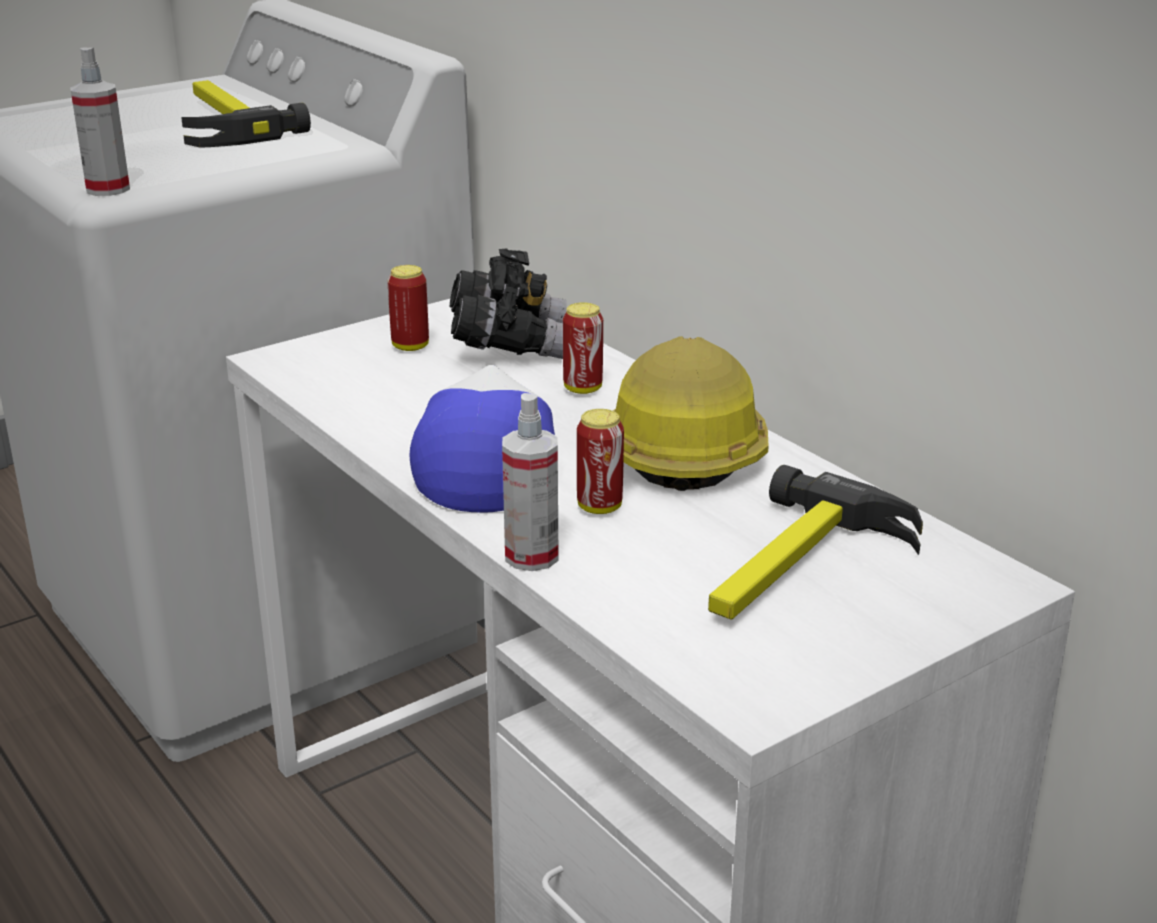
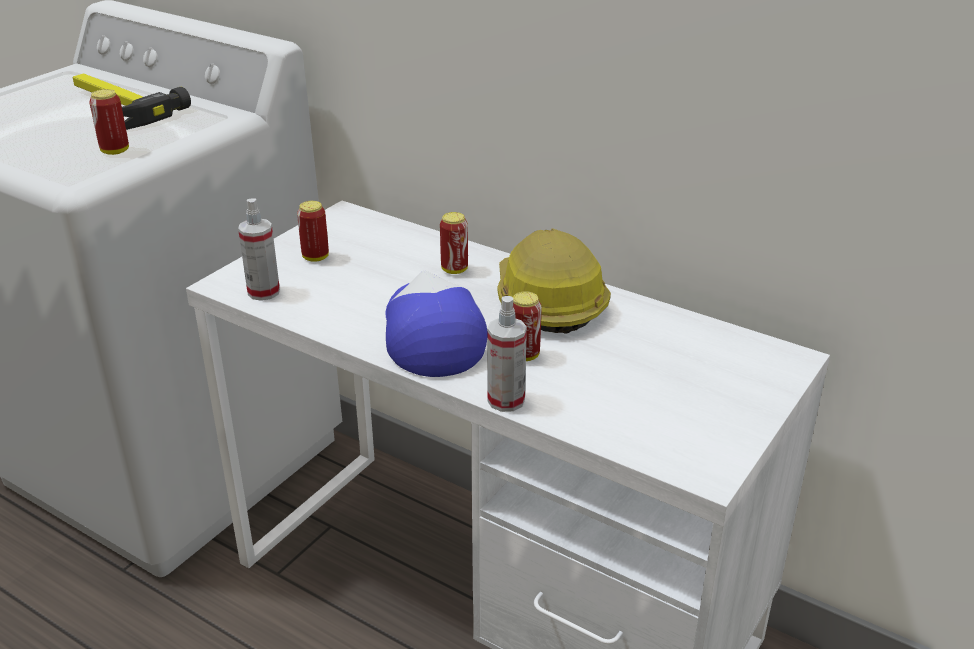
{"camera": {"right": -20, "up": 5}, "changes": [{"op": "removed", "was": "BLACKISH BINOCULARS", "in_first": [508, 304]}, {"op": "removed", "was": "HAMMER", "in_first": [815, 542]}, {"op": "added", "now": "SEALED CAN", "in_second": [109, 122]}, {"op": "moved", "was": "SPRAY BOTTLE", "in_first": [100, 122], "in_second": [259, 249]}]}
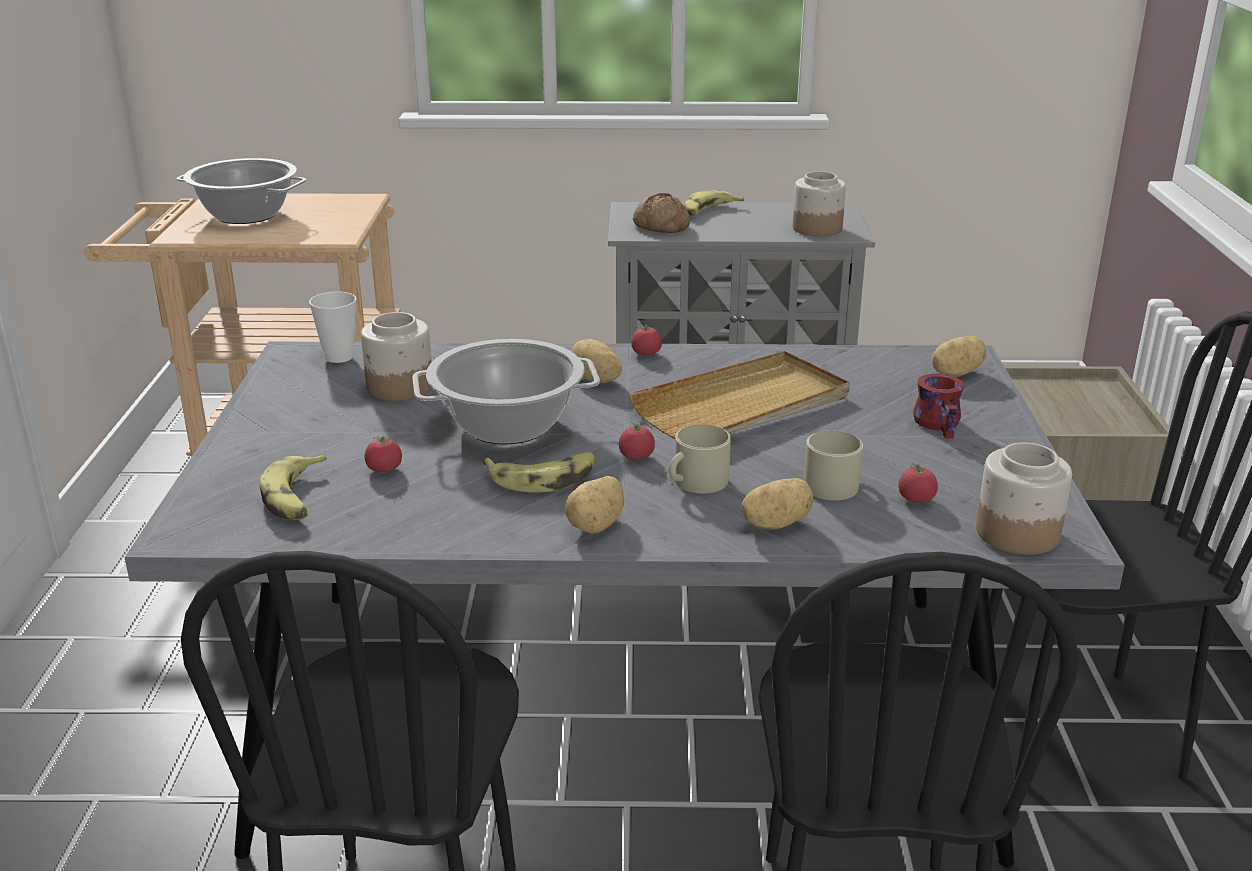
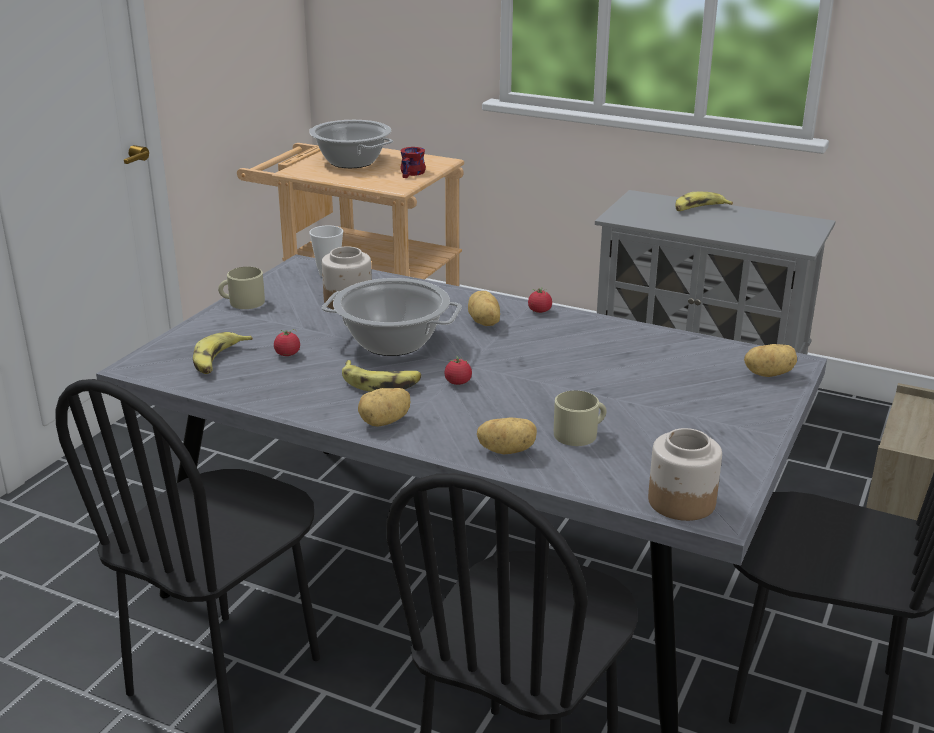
{"camera": {"right": 25, "up": 0}, "changes": [{"op": "removed", "was": "SAND-COLOURED SERVING TRAY", "in_first": [739, 395]}, {"op": "removed", "was": "BREAD", "in_first": [661, 213]}, {"op": "removed", "was": "JAR", "in_first": [819, 204]}, {"op": "removed", "was": "FRESH TOMATO", "in_first": [918, 482]}, {"op": "moved", "was": "SAND-COLOURED TEA MUG", "in_first": [700, 458], "in_second": [241, 288]}, {"op": "moved", "was": "RED-COLOURED TEA MUG", "in_first": [938, 406], "in_second": [413, 162]}]}
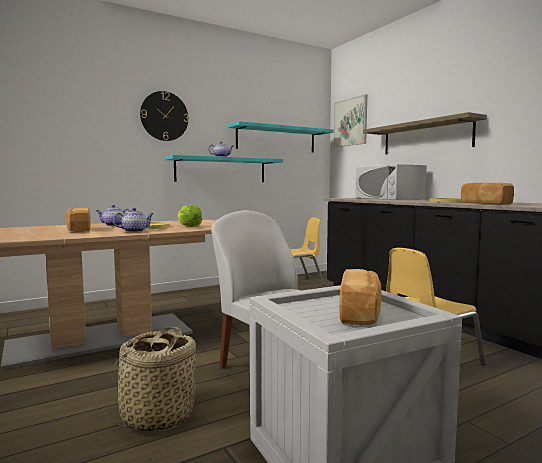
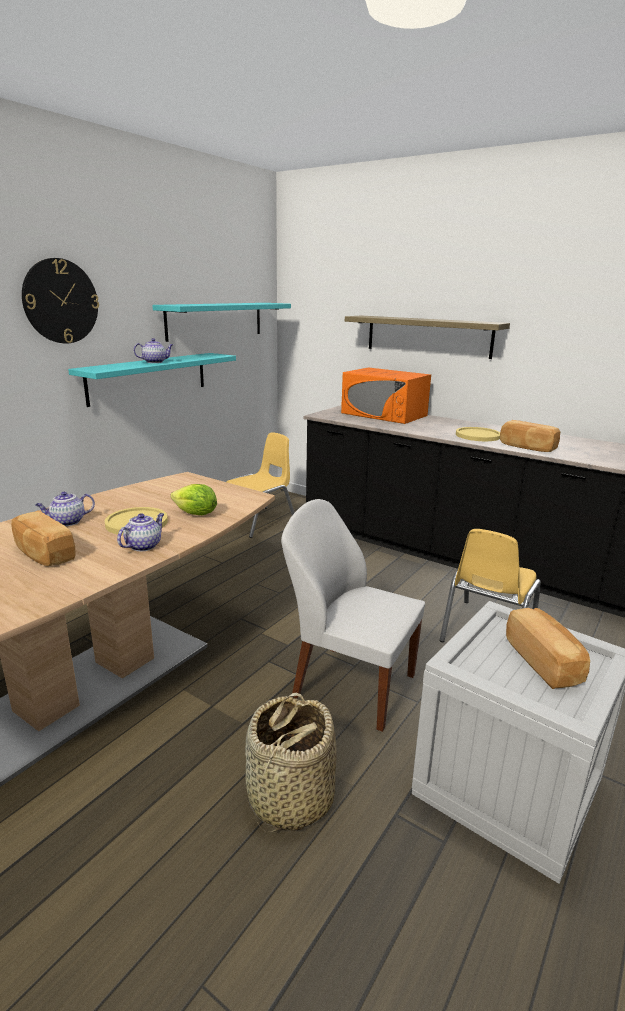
{"camera": {"right": -25, "up": 15}, "changes": [{"op": "removed", "was": "WALL ART", "in_first": [350, 120]}, {"op": "recoloured", "was": "WHITISH MICROWAVE", "now": "ORANGE-COLOURED MICROWAVE", "in_first": [391, 182], "in_second": [386, 396]}]}
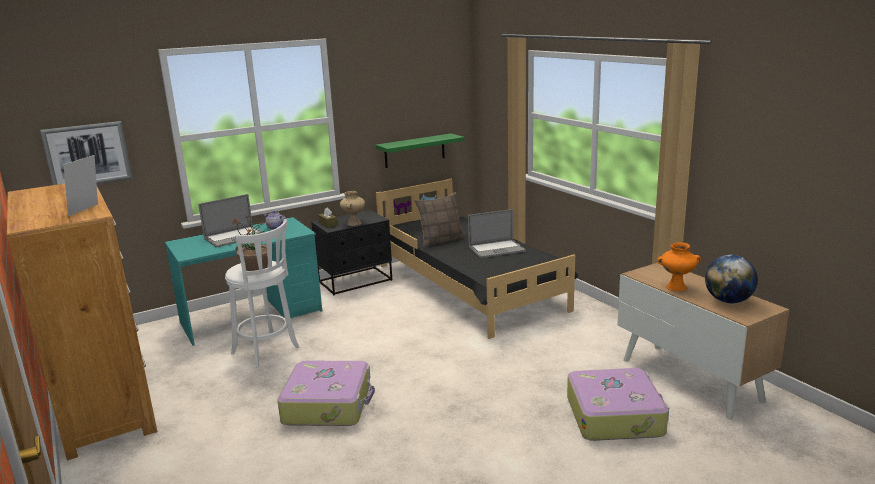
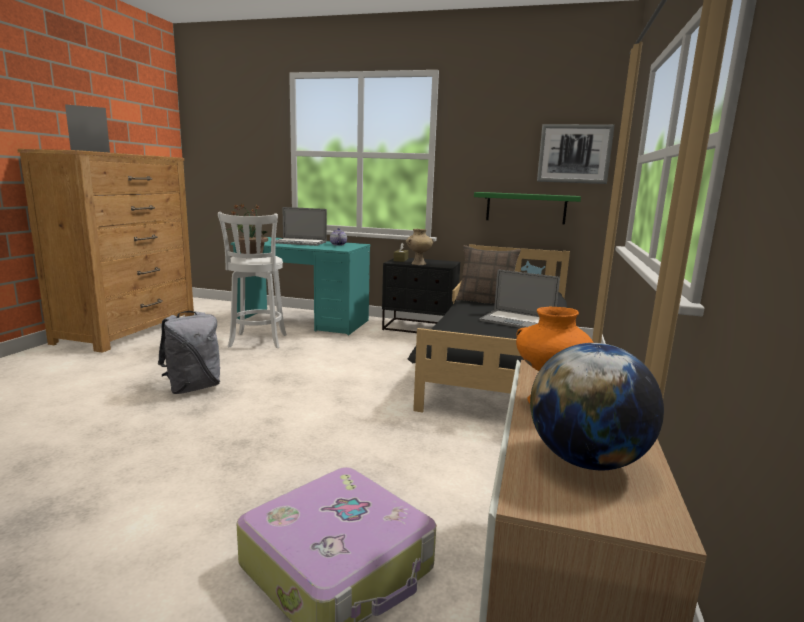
{"camera": {"right": 45, "up": -5}, "changes": [{"op": "moved", "was": "WALL ART", "in_first": [86, 153], "in_second": [576, 154]}, {"op": "replaced", "was": "TRAVEL CASE", "now": "GREY RUCKSACK", "in_first": [326, 393], "in_second": [189, 352]}]}
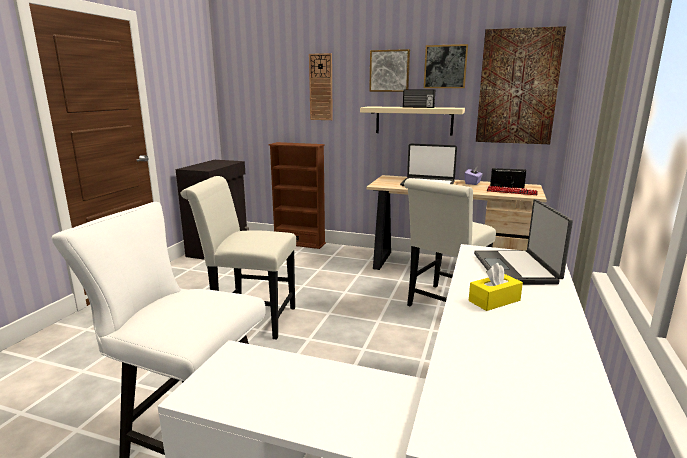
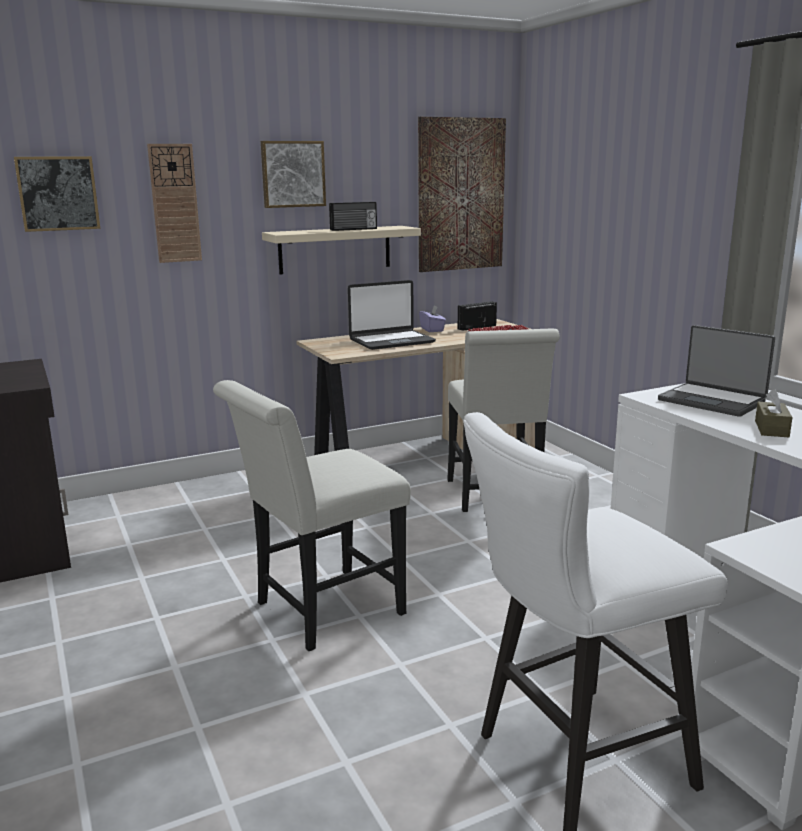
{"camera": {"right": -45, "up": 0}, "changes": [{"op": "removed", "was": "BROWN-COLOURED BOOKCASE", "in_first": [297, 195]}, {"op": "moved", "was": "WALL ART", "in_first": [446, 66], "in_second": [57, 194]}, {"op": "recoloured", "was": "YELLOWISH TISSUE BOX", "now": "BROWN-COLOURED TISSUE BOX", "in_first": [496, 287], "in_second": [774, 413]}]}
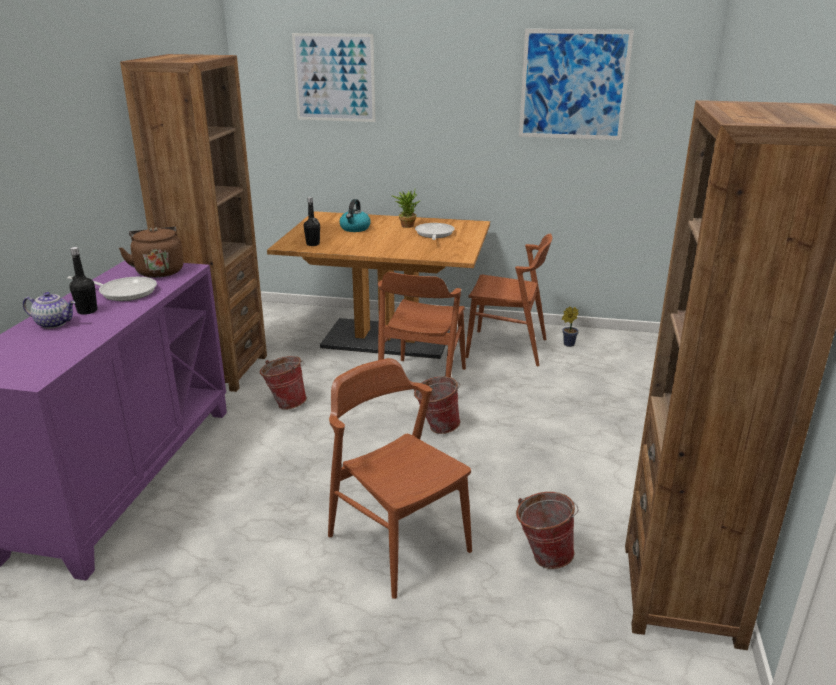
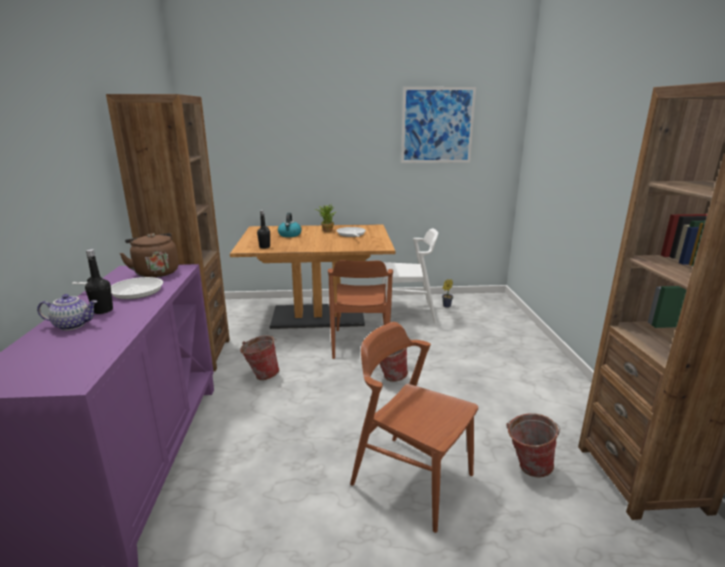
{"camera": {"right": -15, "up": -5}, "changes": [{"op": "removed", "was": "WALL ART", "in_first": [333, 77]}, {"op": "recoloured", "was": "BROWN-COLOURED UPRIGHT CHAIR", "now": "WHITISH UPRIGHT CHAIR", "in_first": [508, 300], "in_second": [410, 275]}]}
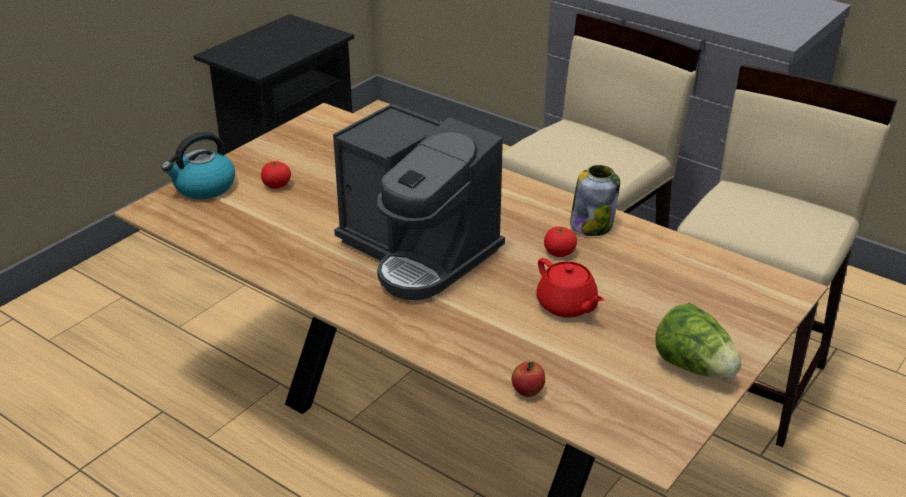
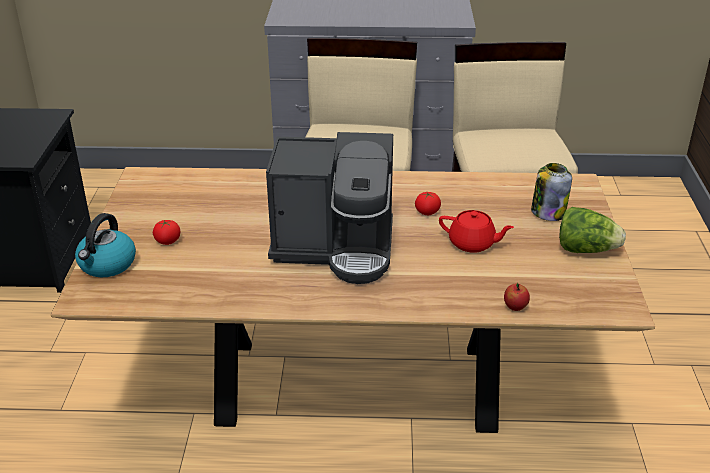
{"camera": {"right": -35, "up": 0}, "changes": [{"op": "moved", "was": "JAR", "in_first": [595, 200], "in_second": [551, 192]}]}
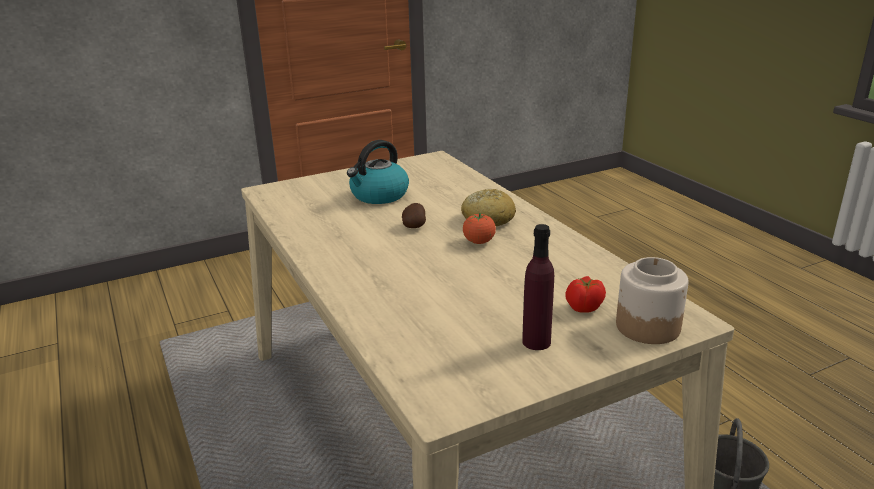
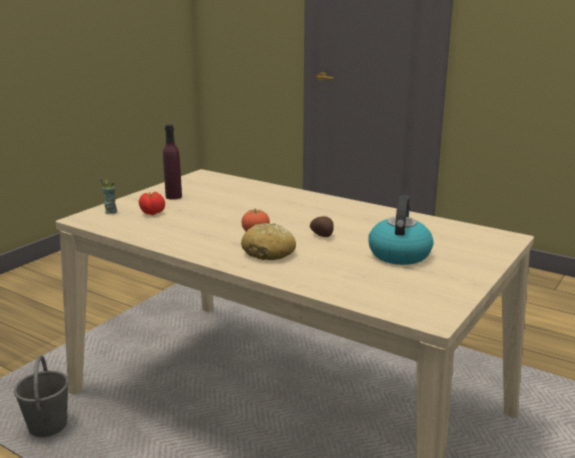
{"camera": {"right": 150, "up": -5}, "changes": [{"op": "replaced", "was": "JAR", "now": "DRINKING CUP", "in_first": [652, 300], "in_second": [108, 196]}]}
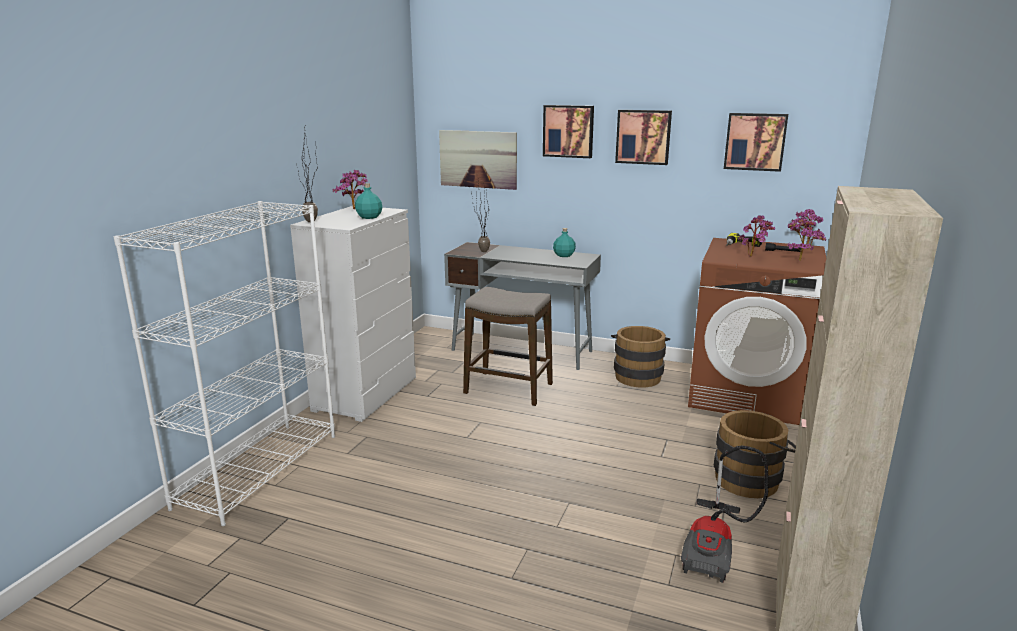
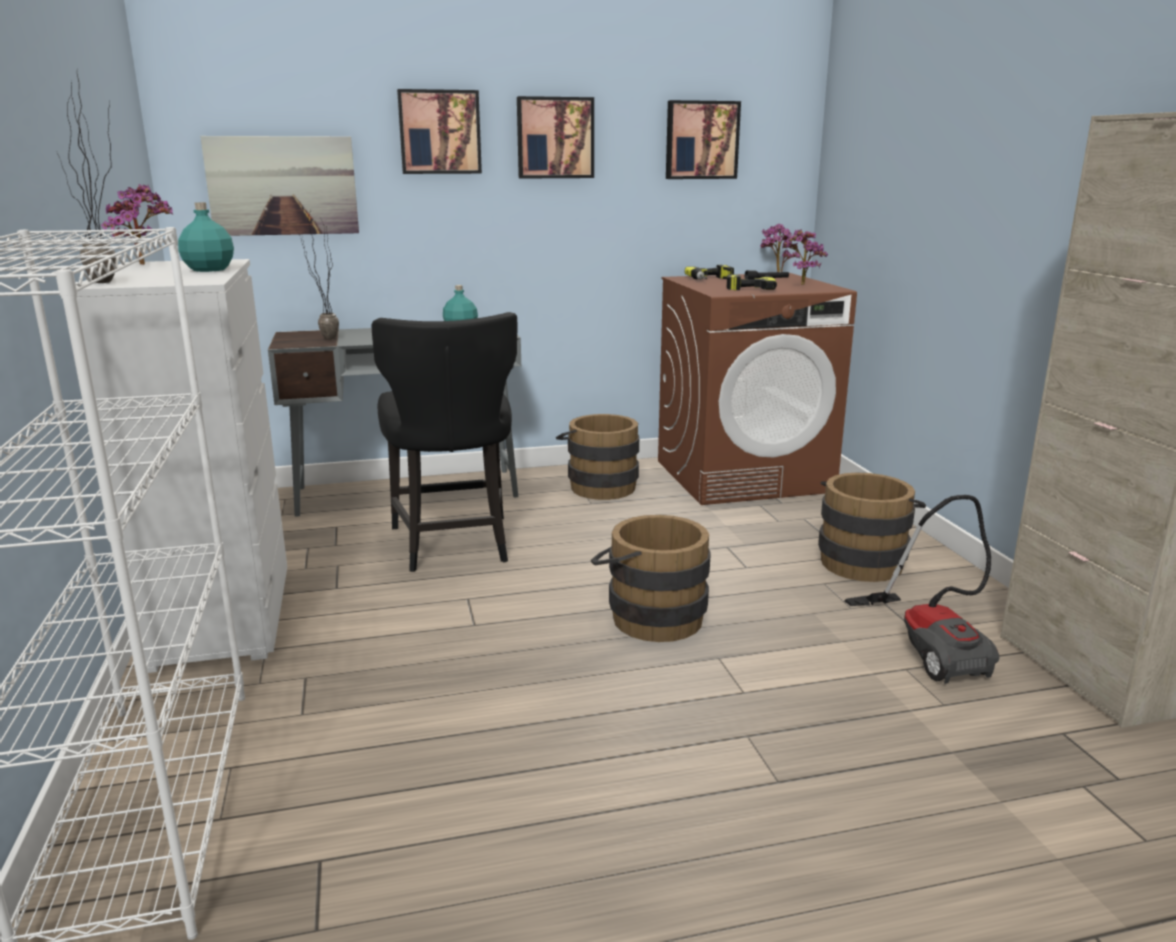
{"camera": {"right": -35, "up": 0}, "changes": [{"op": "added", "now": "BROWN-COLOURED WATER BUCKET", "in_second": [651, 578]}, {"op": "replaced", "was": "SITTING STOOL", "now": "BLACKISH UPRIGHT CHAIR", "in_first": [508, 346], "in_second": [444, 442]}, {"op": "replaced", "was": "HOUSEPLANT", "now": "ELECTRIC DRILL", "in_first": [756, 235], "in_second": [752, 282]}]}
